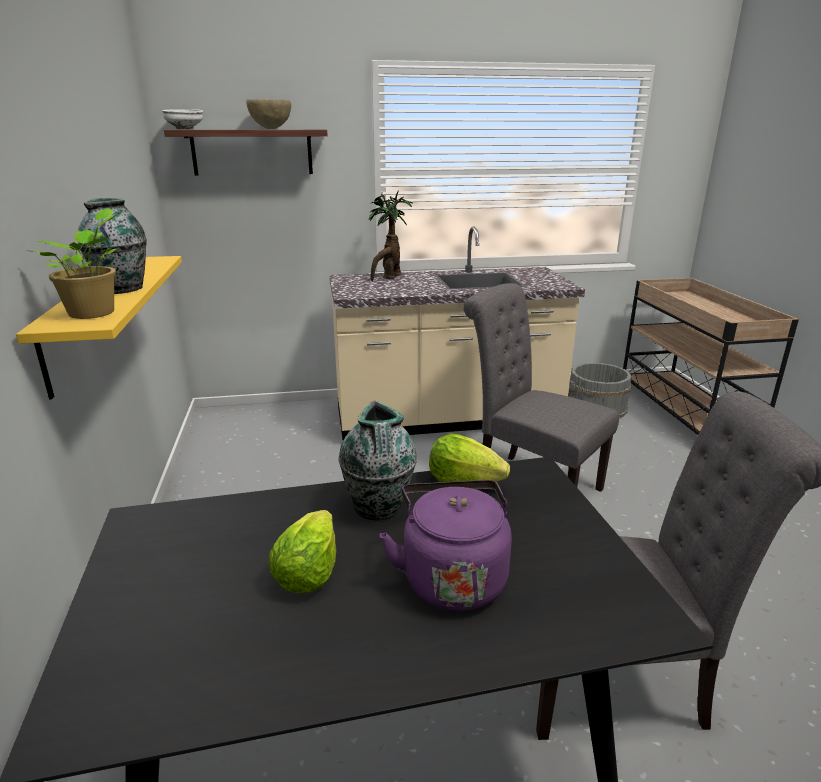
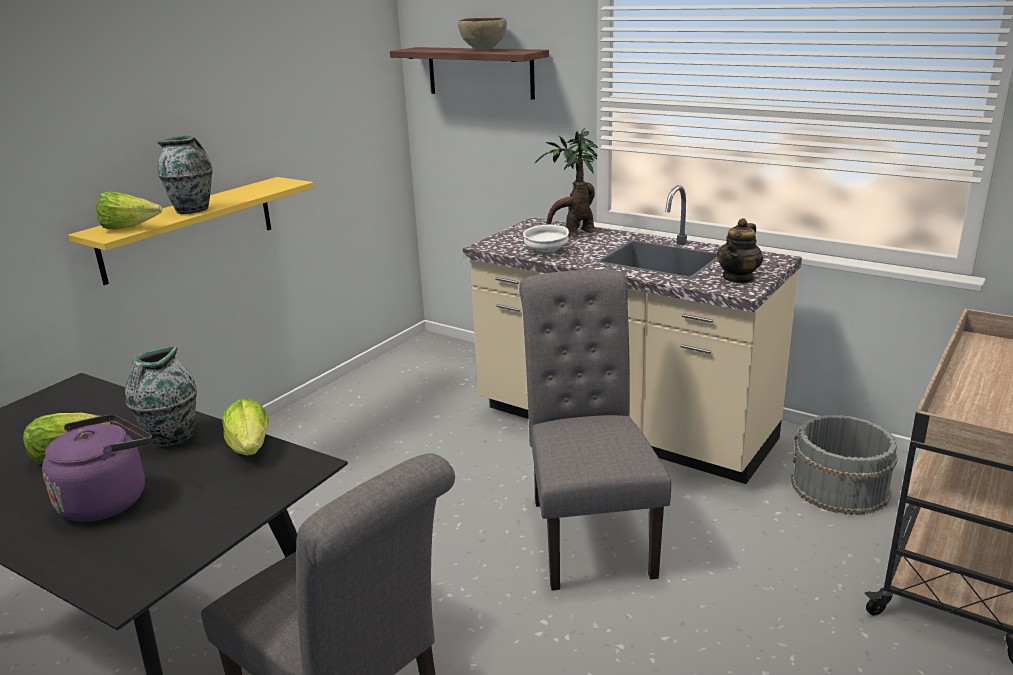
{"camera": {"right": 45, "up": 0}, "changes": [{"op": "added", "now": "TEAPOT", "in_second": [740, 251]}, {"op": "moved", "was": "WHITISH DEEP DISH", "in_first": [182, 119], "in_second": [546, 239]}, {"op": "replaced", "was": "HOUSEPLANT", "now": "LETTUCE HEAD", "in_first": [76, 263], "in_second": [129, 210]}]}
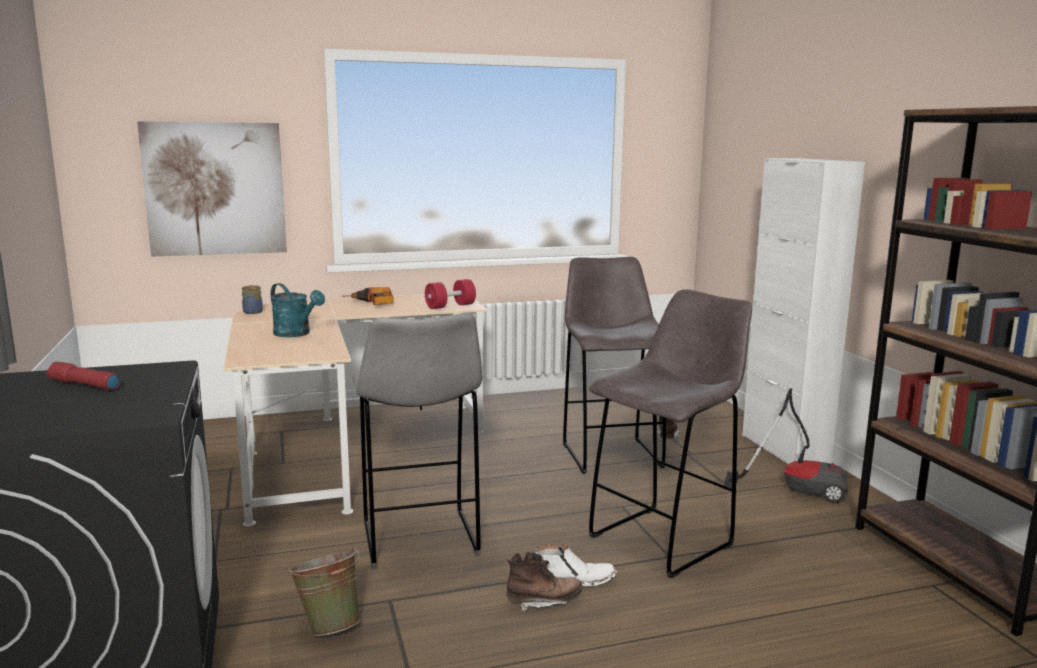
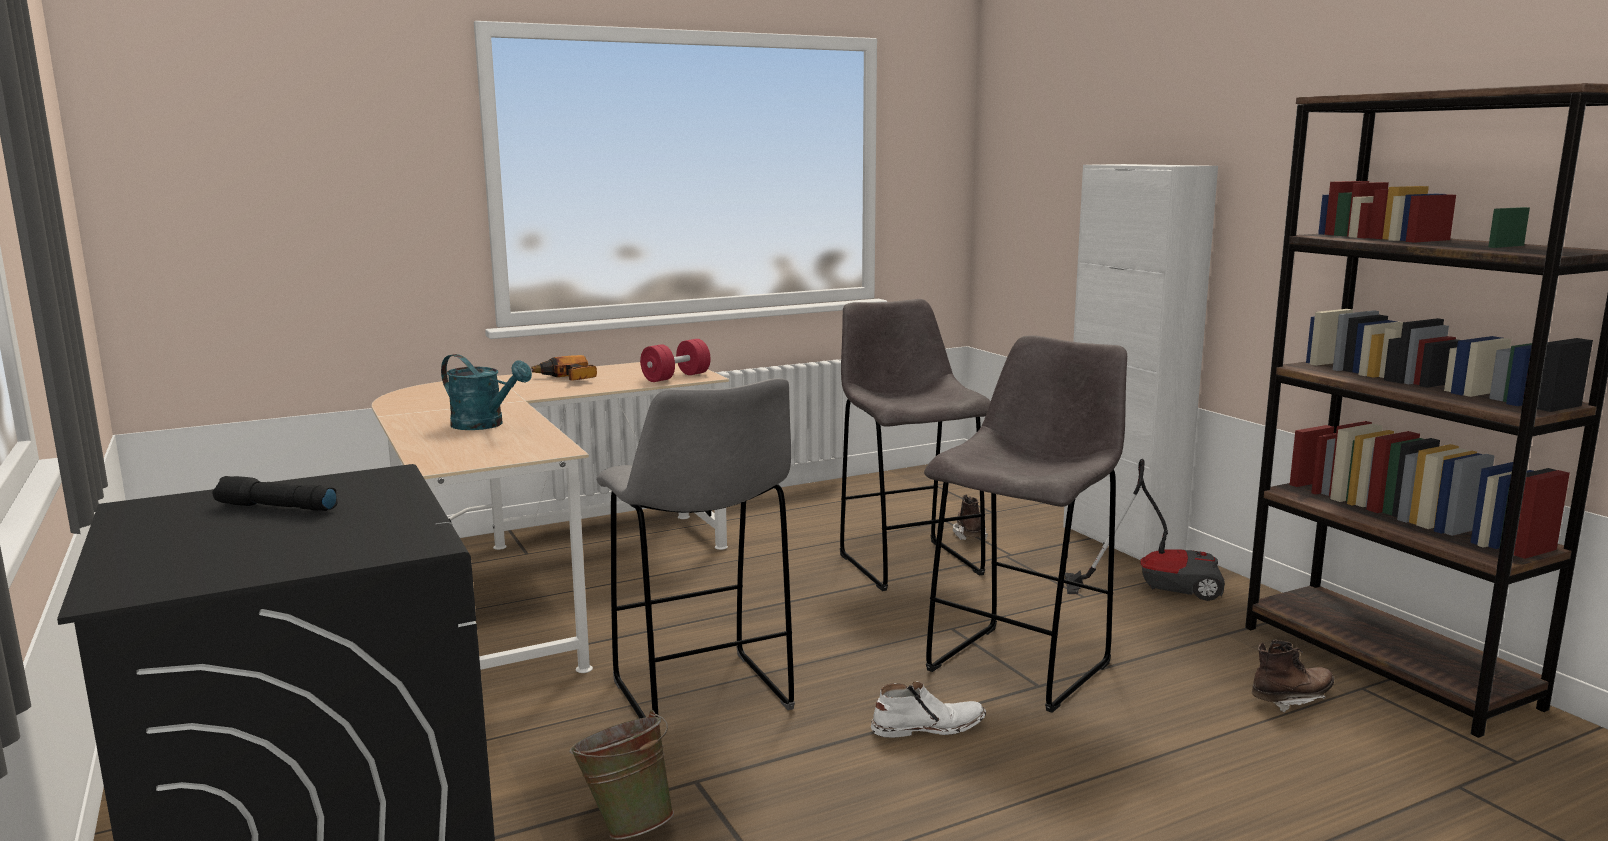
{"camera": {"right": -10, "up": 0}, "changes": [{"op": "removed", "was": "WALL ART", "in_first": [212, 189]}, {"op": "removed", "was": "JAR", "in_first": [252, 299]}, {"op": "moved", "was": "BROWN-COLOURED TALL BOOT", "in_first": [545, 581], "in_second": [1293, 676]}, {"op": "recoloured", "was": "RED-COLOURED HAND TORCH", "now": "BLACKISH HAND TORCH", "in_first": [83, 376], "in_second": [275, 493]}]}
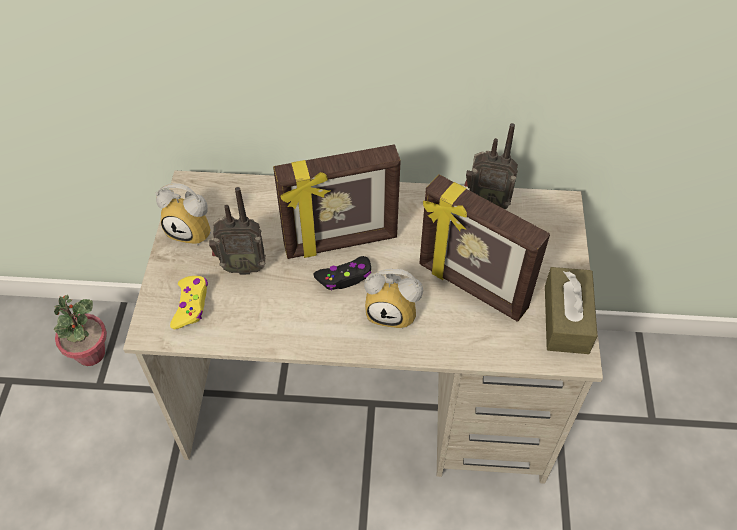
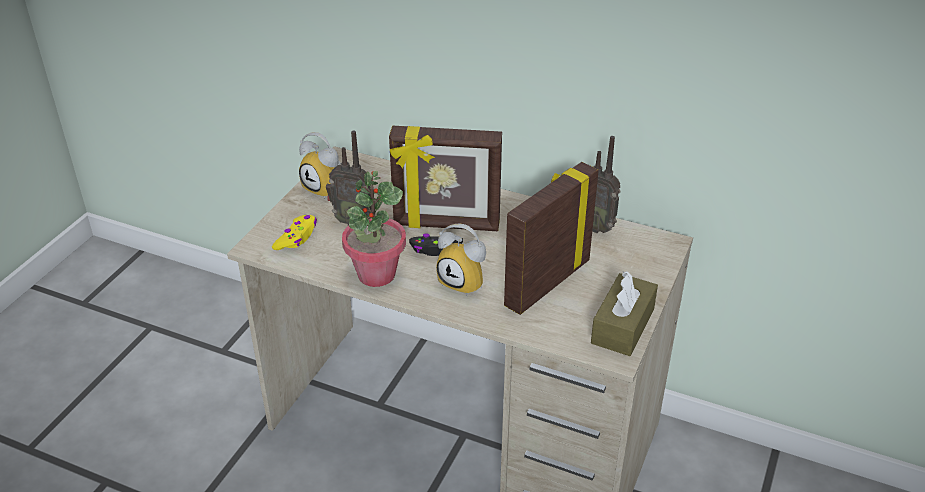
{"camera": {"right": 20, "up": -15}, "changes": [{"op": "moved", "was": "HOUSEPLANT", "in_first": [80, 330], "in_second": [374, 229]}, {"op": "turned", "was": "PICTURE FRAME", "in_first": [484, 248], "in_second": [551, 238], "clockwise": 75}]}
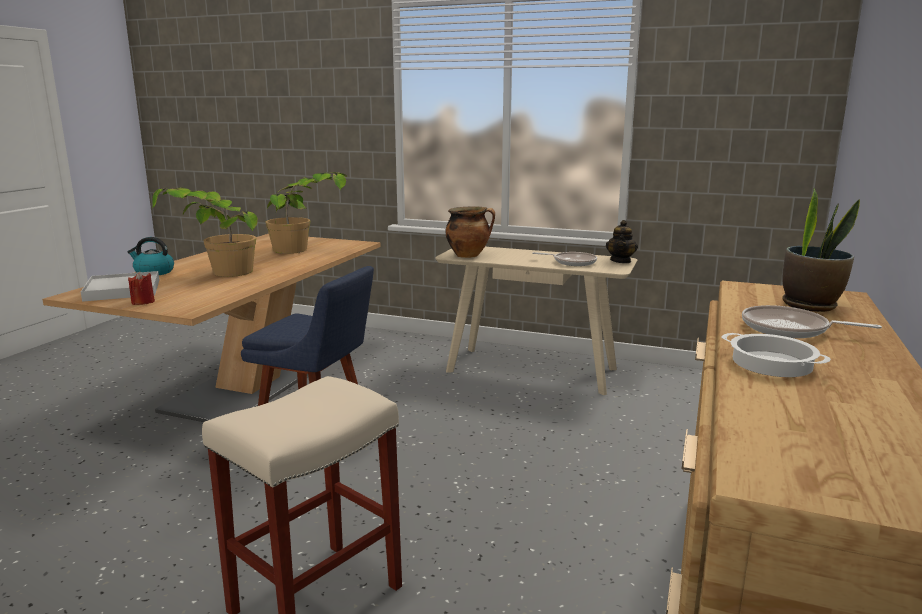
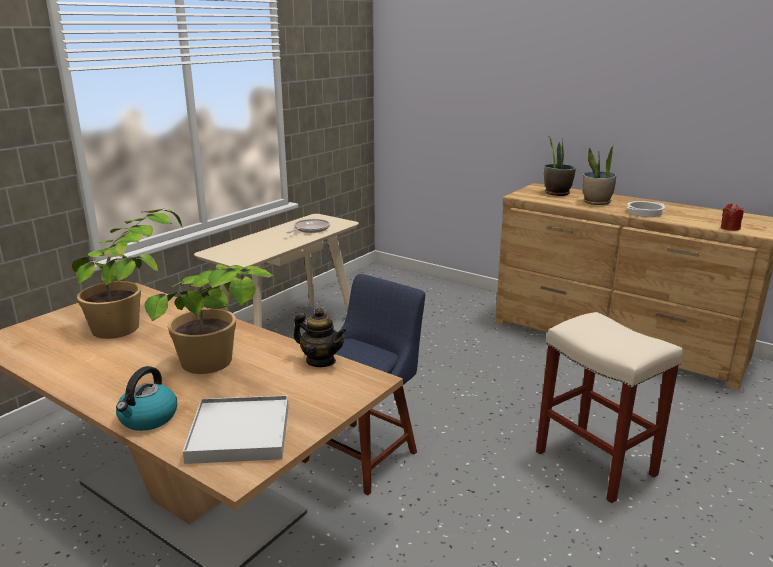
{"camera": {"right": -75, "up": 5}, "changes": [{"op": "removed", "was": "SAUCEPOT", "in_first": [470, 232]}, {"op": "moved", "was": "RED-COLOURED WAX LIGHT", "in_first": [141, 288], "in_second": [732, 217]}, {"op": "moved", "was": "TEAPOT", "in_first": [622, 241], "in_second": [320, 337]}, {"op": "replaced", "was": "SKILLET", "now": "HOUSEPLANT", "in_first": [812, 321], "in_second": [599, 175]}]}
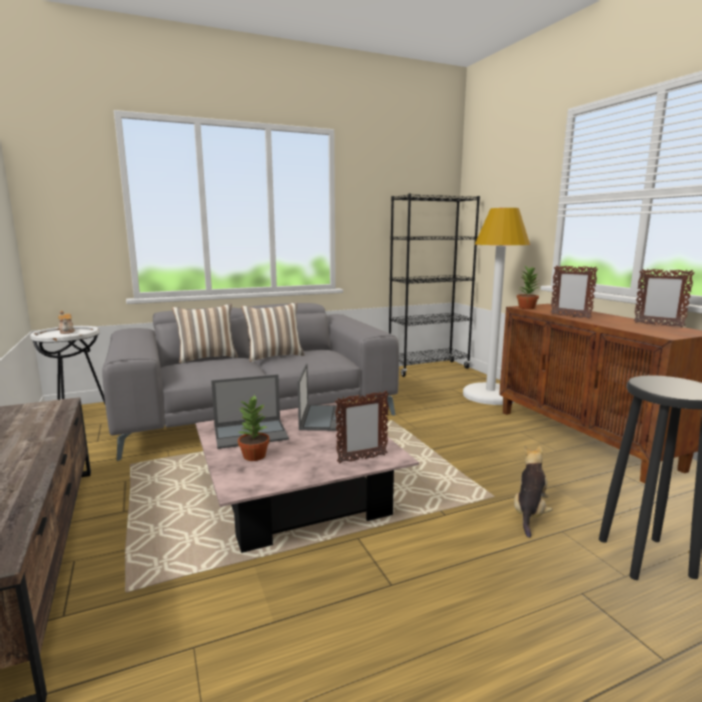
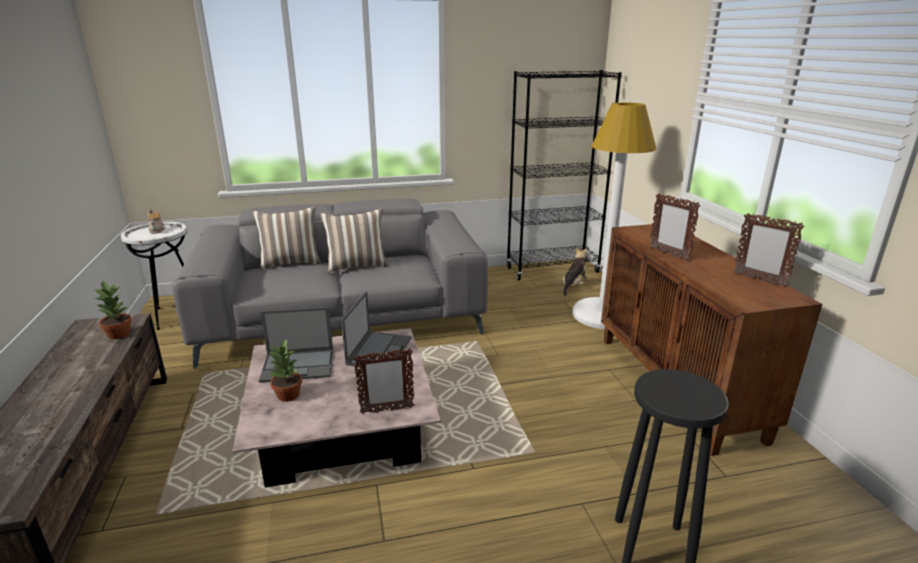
{"camera": {"right": 10, "up": 10}, "changes": [{"op": "moved", "was": "CUDDLY TOY", "in_first": [533, 492], "in_second": [576, 272]}, {"op": "moved", "was": "HOUSEPLANT", "in_first": [528, 287], "in_second": [113, 310]}]}
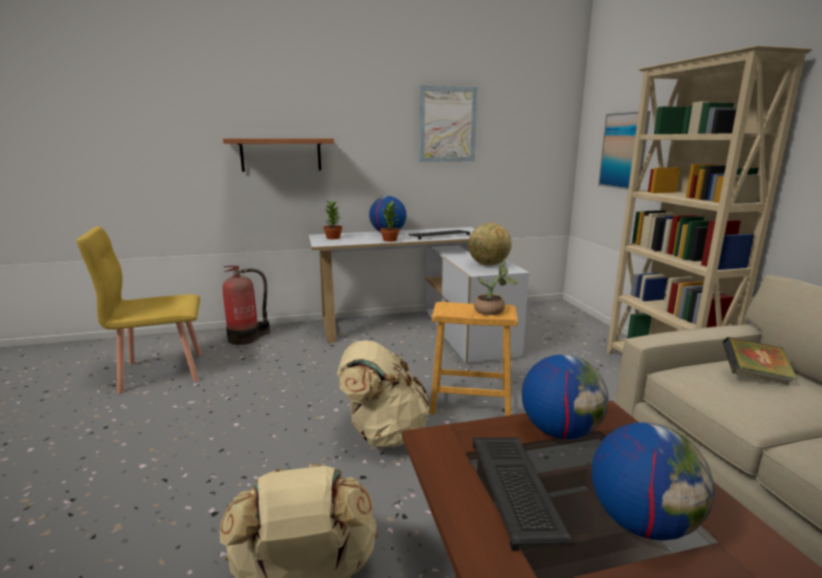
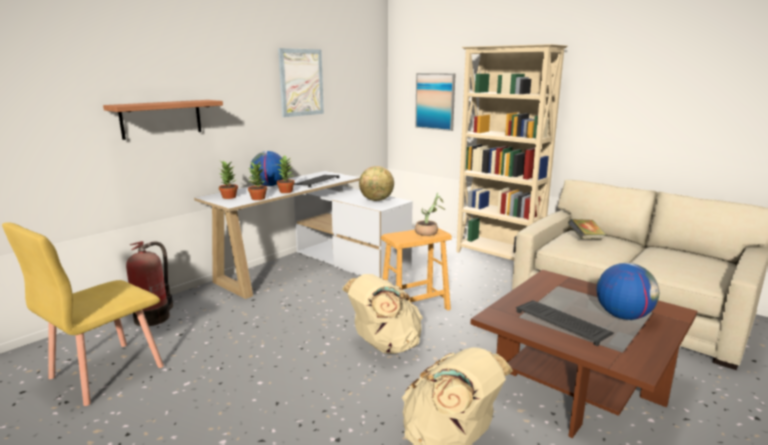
{"camera": {"right": -35, "up": 0}, "changes": [{"op": "removed", "was": "WORLD GLOBE", "in_first": [565, 396]}, {"op": "added", "now": "HOUSEPLANT", "in_second": [257, 180]}]}
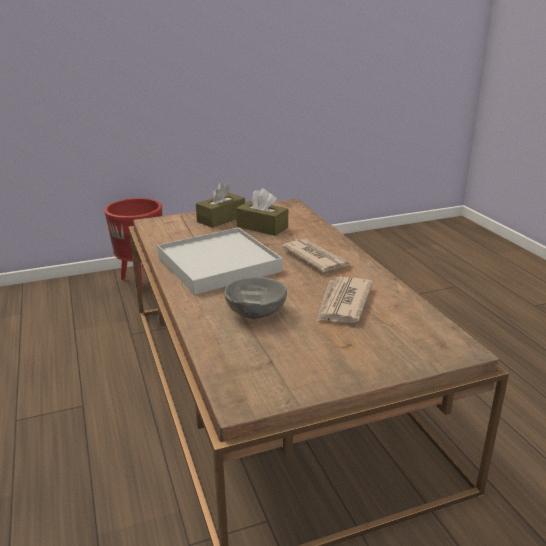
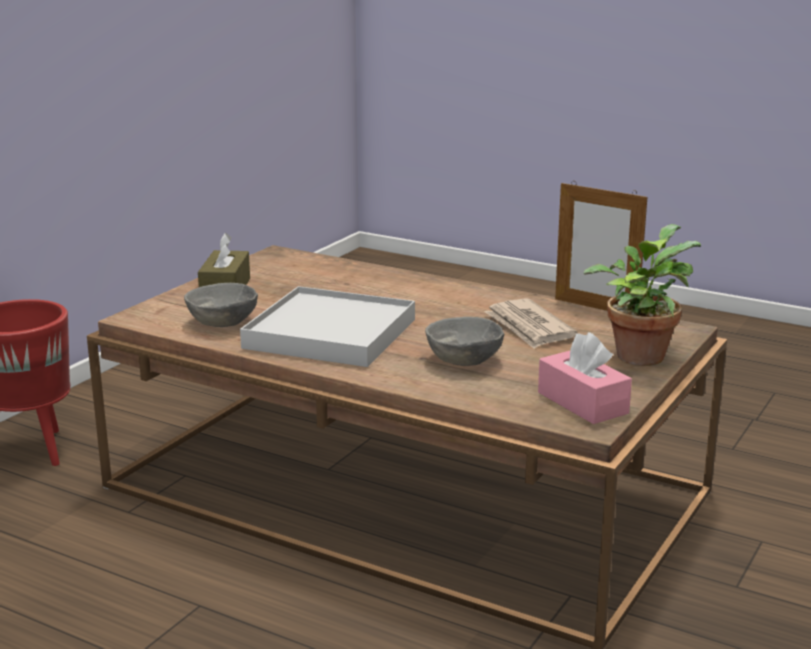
{"camera": {"right": -40, "up": -5}, "changes": [{"op": "removed", "was": "BROWN-COLOURED TISSUE BOX", "in_first": [262, 212]}, {"op": "removed", "was": "DAILY PAPER", "in_first": [316, 255]}, {"op": "added", "now": "GREY DEEP DISH", "in_second": [221, 305]}, {"op": "added", "now": "PINK-COLOURED TISSUE BOX", "in_second": [585, 378]}, {"op": "added", "now": "PICTURE FRAME", "in_second": [601, 246]}, {"op": "added", "now": "HOUSEPLANT", "in_second": [642, 295]}]}
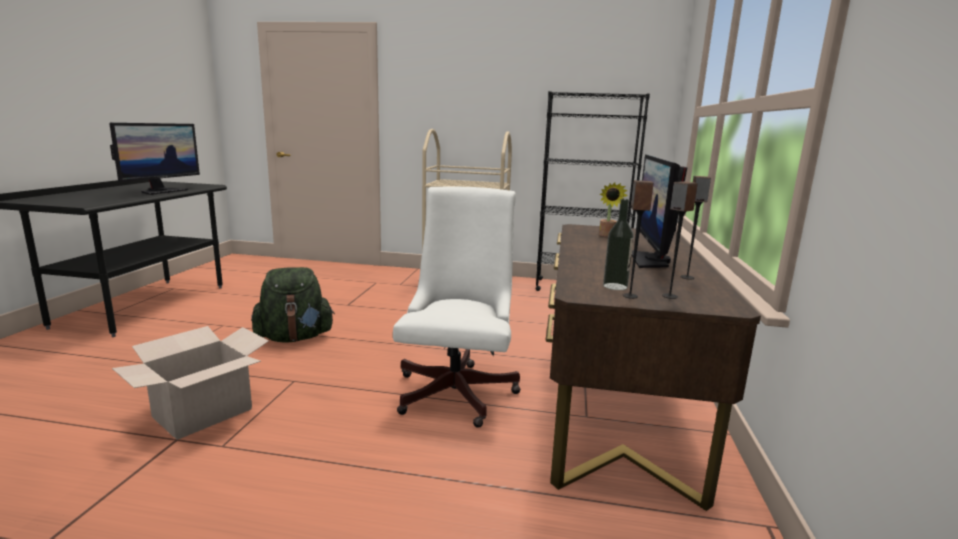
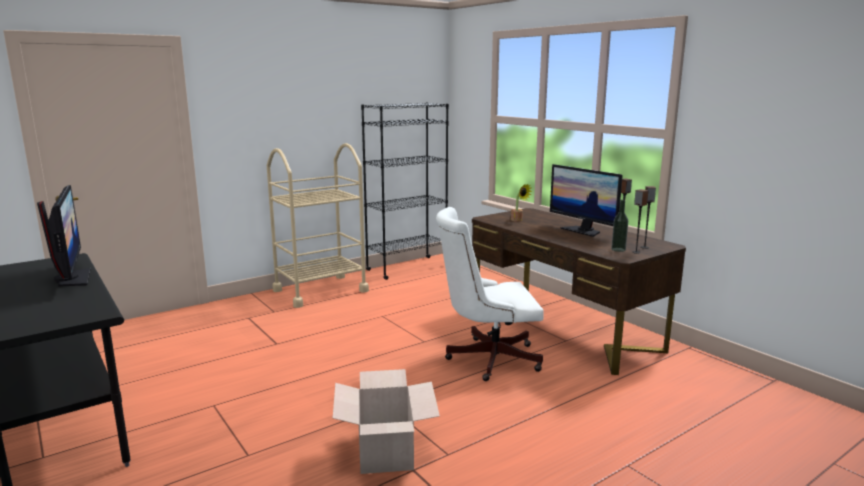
{"camera": {"right": -45, "up": 0}, "changes": [{"op": "removed", "was": "GREENISH RUCKSACK", "in_first": [293, 304]}, {"op": "turned", "was": "WHITISH COMPUTER CHAIR", "in_first": [457, 307], "in_second": [490, 294], "clockwise": -60}]}
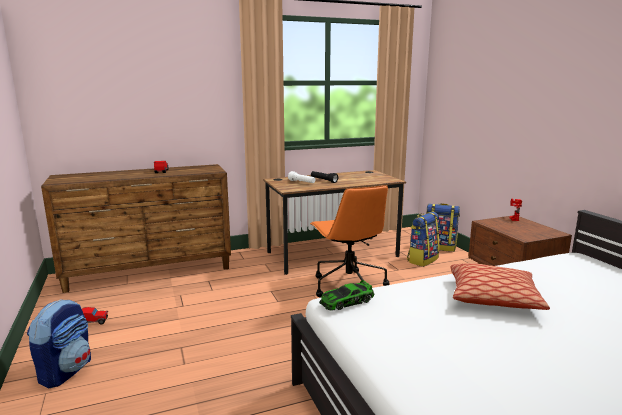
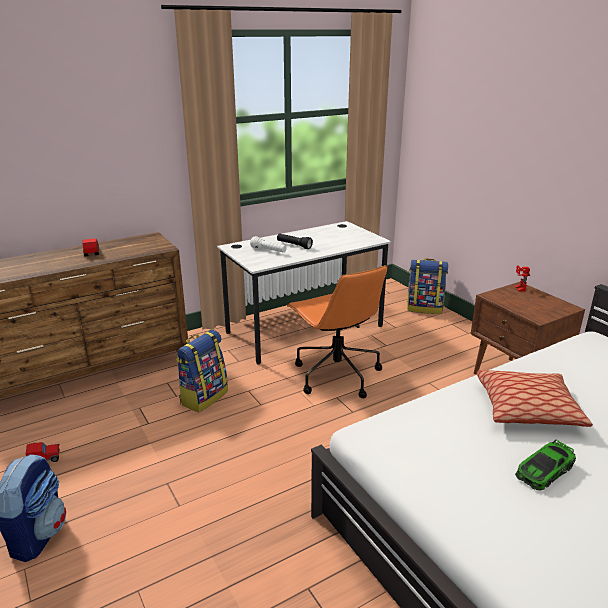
{"camera": {"right": -10, "up": 10}, "changes": [{"op": "moved", "was": "MODEL CAR", "in_first": [346, 295], "in_second": [545, 465]}, {"op": "moved", "was": "RUCKSACK", "in_first": [423, 239], "in_second": [202, 371]}, {"op": "recoloured", "was": "BROWN-COLOURED DESK UNIT", "now": "WHITISH DESK UNIT", "in_first": [334, 222], "in_second": [304, 293]}]}
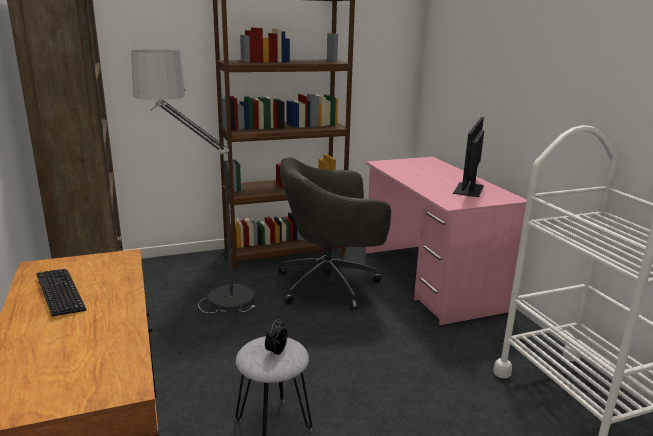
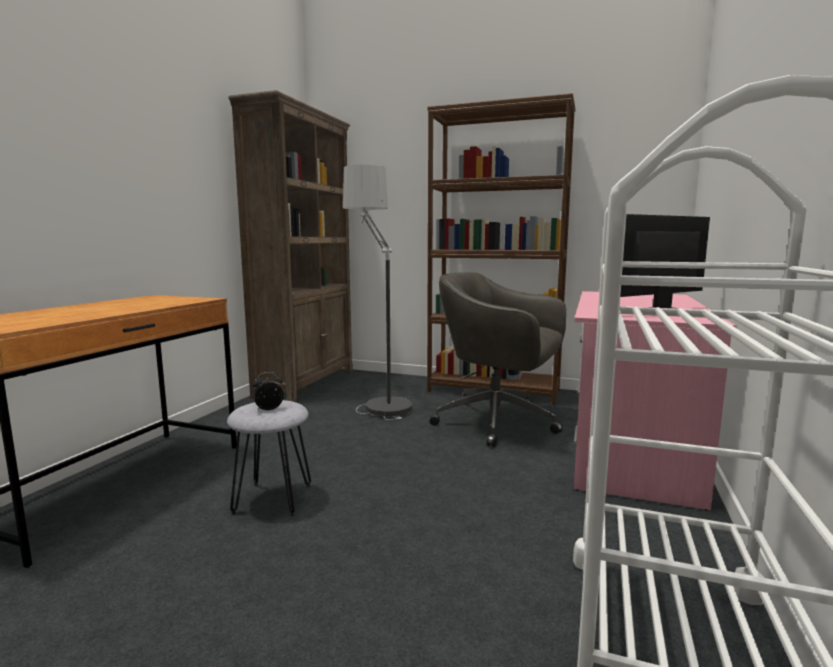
{"camera": {"right": 40, "up": -10}, "changes": [{"op": "removed", "was": "KEYBOARD", "in_first": [61, 292]}]}
